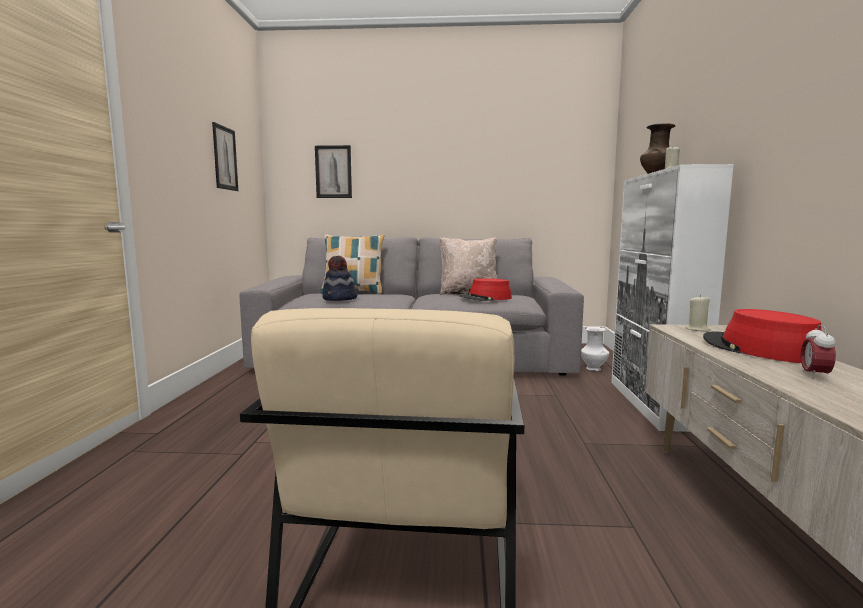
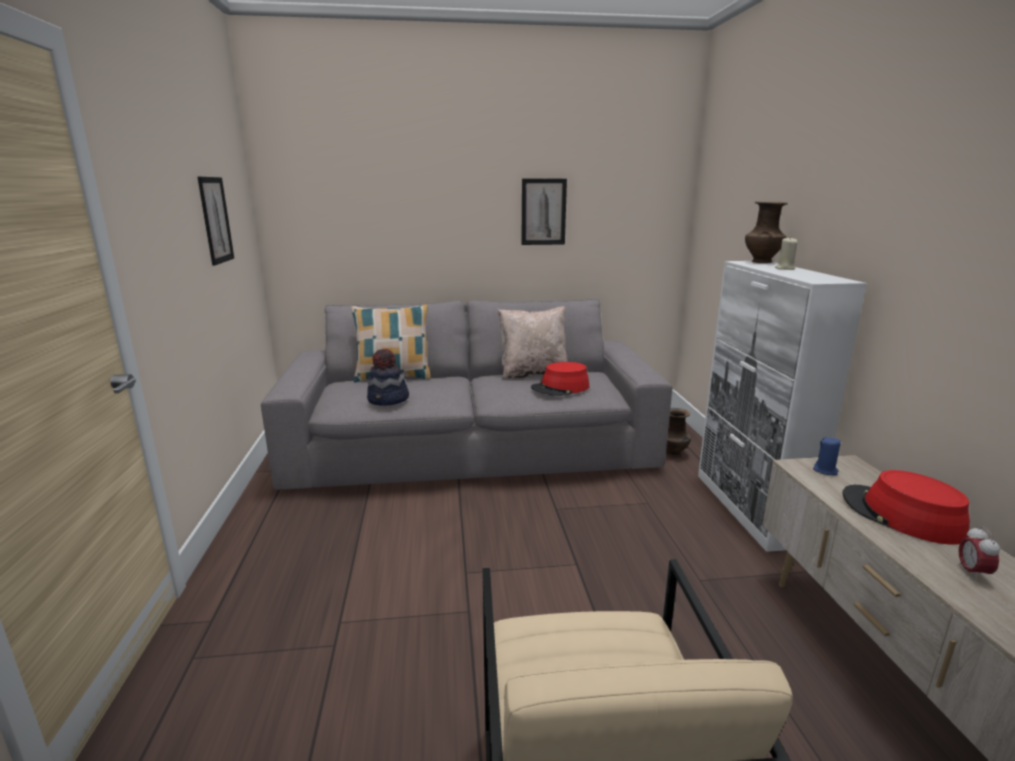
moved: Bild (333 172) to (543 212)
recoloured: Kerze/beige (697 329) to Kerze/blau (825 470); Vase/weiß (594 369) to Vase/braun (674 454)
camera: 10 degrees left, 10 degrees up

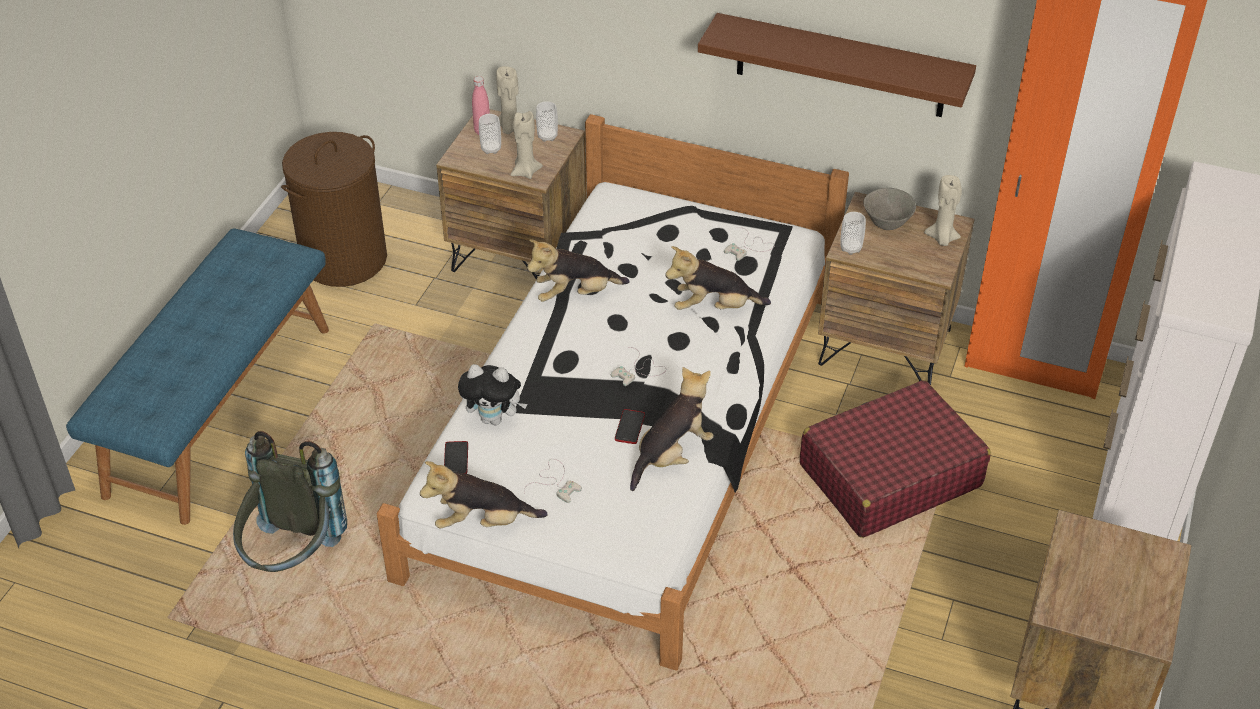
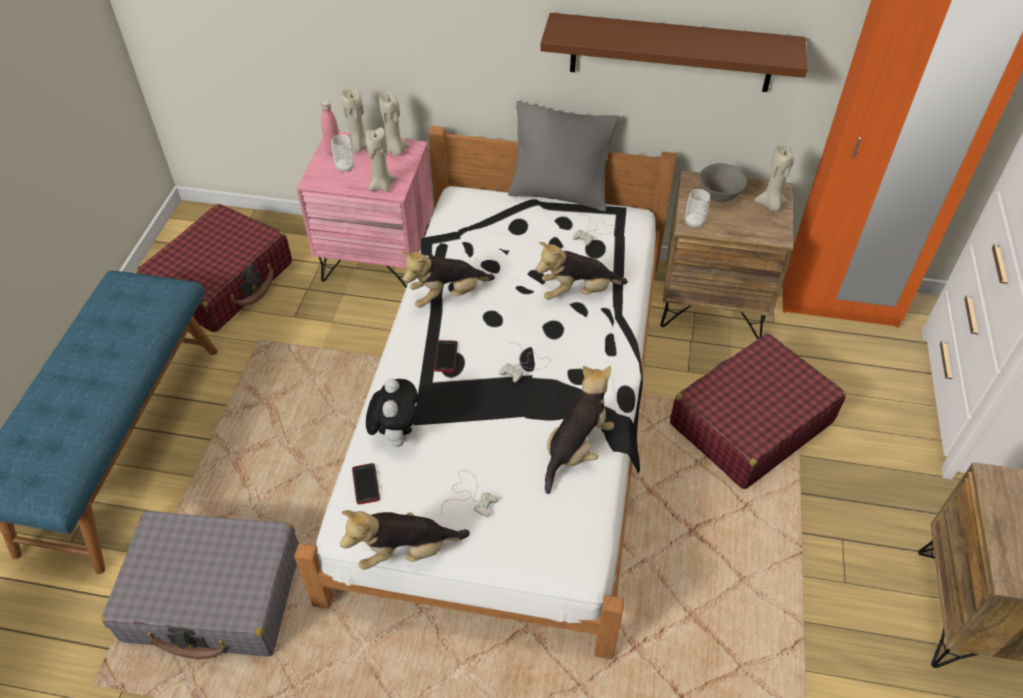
added: Kissen/grau (559 195)
moved: Handy (629 427) to (446 356)
replaced: Tasse (547 136) to Kerze/beige (394 150); Wäschekorb/braun (344 259) to Koffer/rot (222 281); Rucksack/grau (293 559) to Koffer/grau (214 595)
recoloured: Nachttisch/braun (519 255) to Nachttisch/rosa (378 259)
turned: Plüschtier (494 419) = (396 434) 90 degrees counterclockwise
camera: 10 degrees left, 5 degrees up

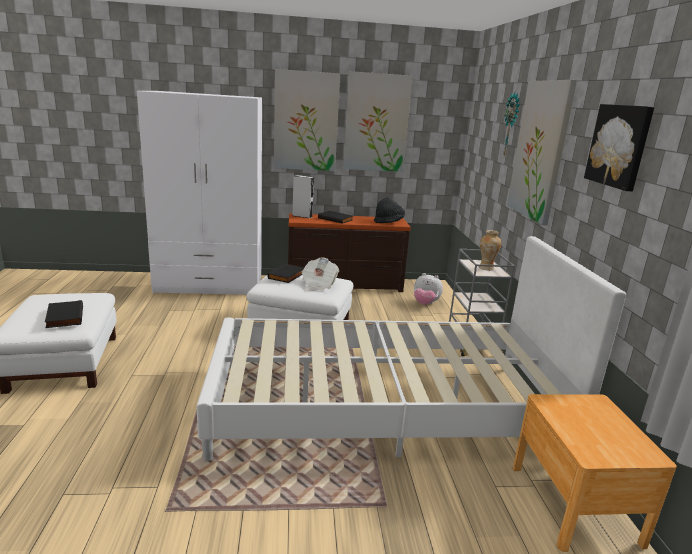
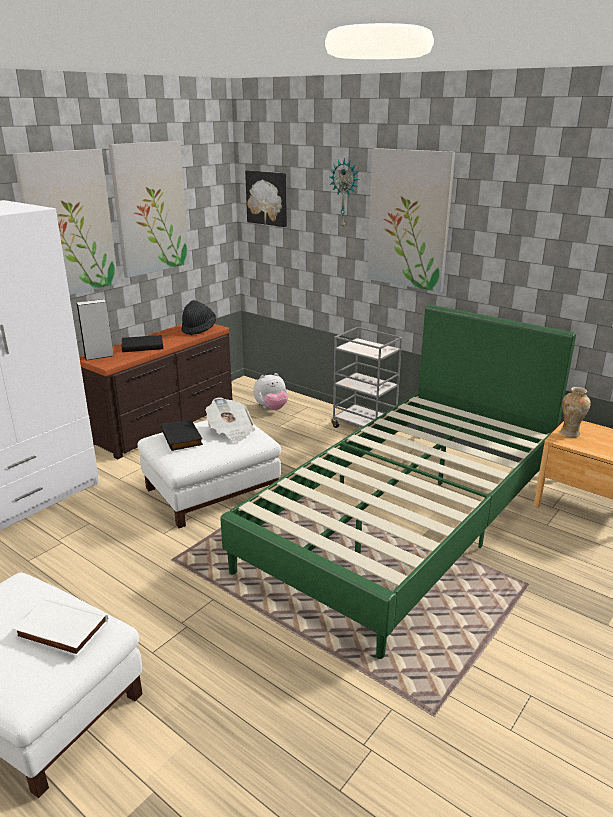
moved: Bild (619 146) to (267 198); Vase (486 268) to (570 433)
recoloured: Bett/weiß (383 407) to Bett/grün (406 519); Buch/schwarz (63 317) to Buch/weiß (60 631)
camera: 45 degrees left, 5 degrees up

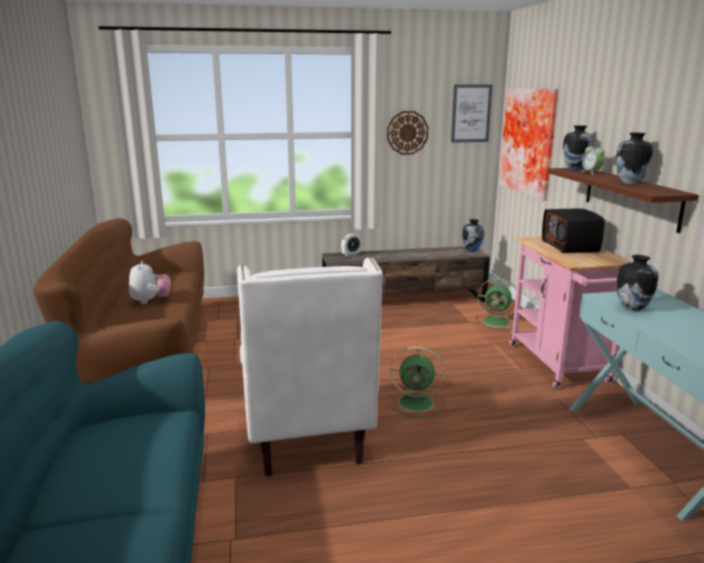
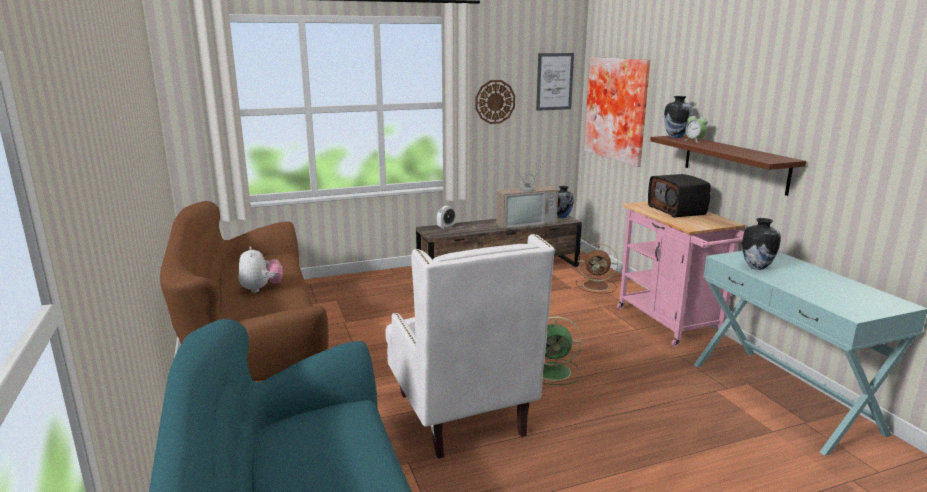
removed: Vase (629 183)
added: Fernseher (525 222)
recoloured: Ventilator/grün (497 322) to Ventilator/braun (597 286)
camera: 10 degrees left, 0 degrees up

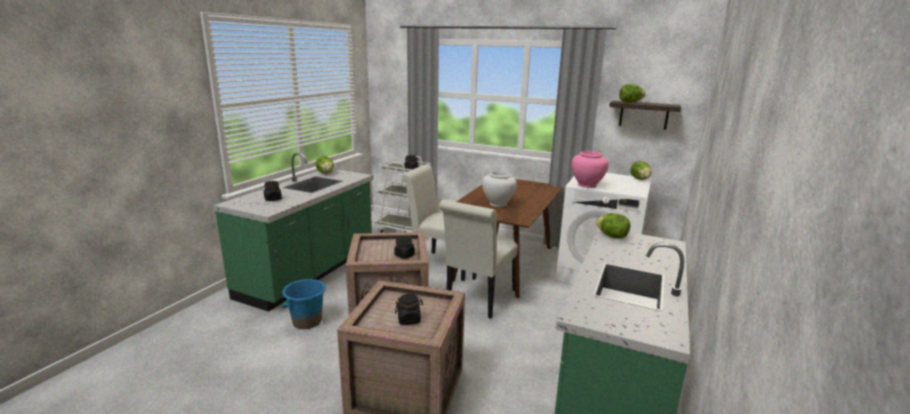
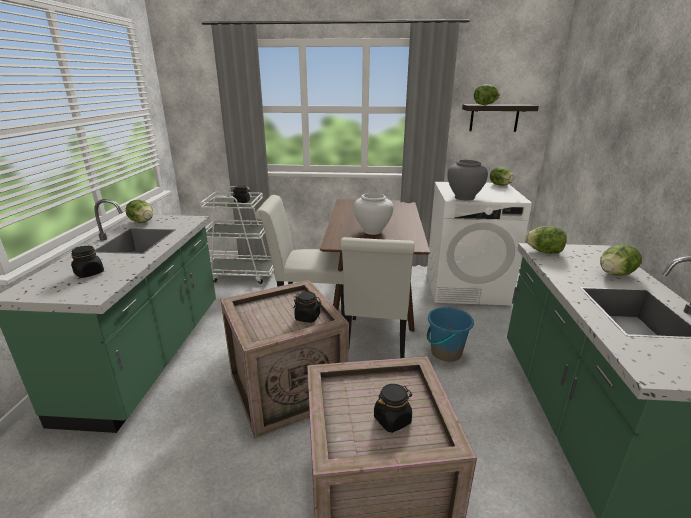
added: Salatkopf (615 274)
moved: Eimer/blau (307 321) to (446 352)
recoloured: Vase/rosa (587 185) to Vase/grau (464 197)
camera: 20 degrees left, 5 degrees up

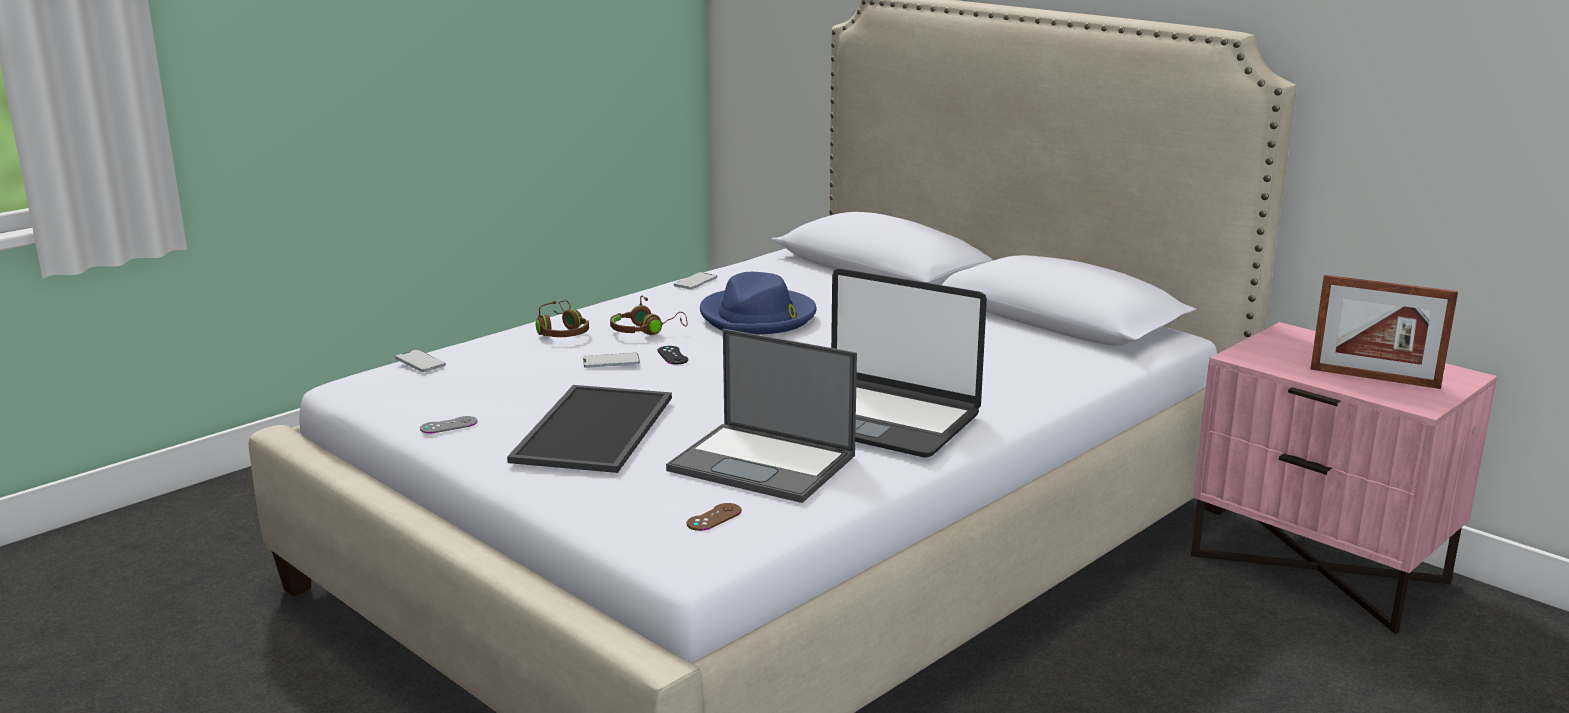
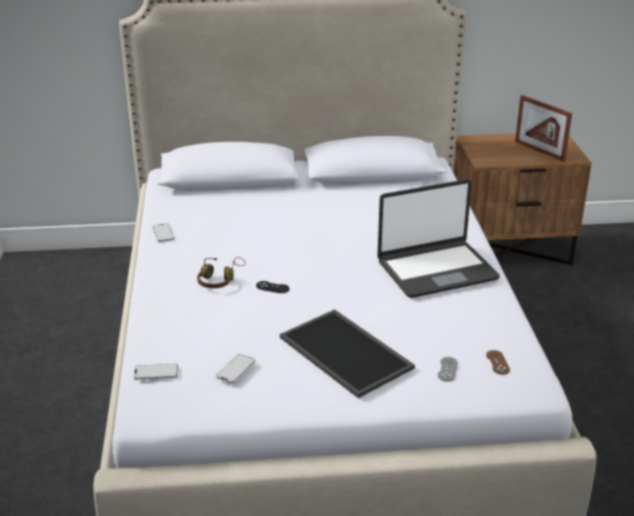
removed: Hut/blau (758 317); Kopfhörer/braun (562 332); Laptop (764 463)
moved: Handy (611 362) to (235 369); Gamepad/grau (448 425) to (447 369)
recoloured: Nachttisch/rosa (1320 568) to Nachttisch/braun (510 249)
turned: Bilderrahmen (1374 378) = (539 151) 75 degrees clockwise
camera: 50 degrees left, 10 degrees up

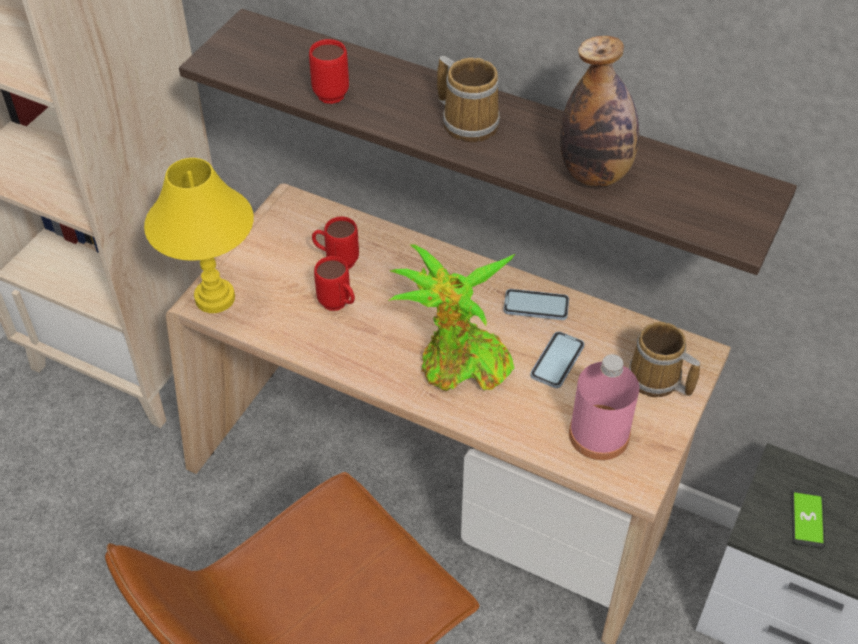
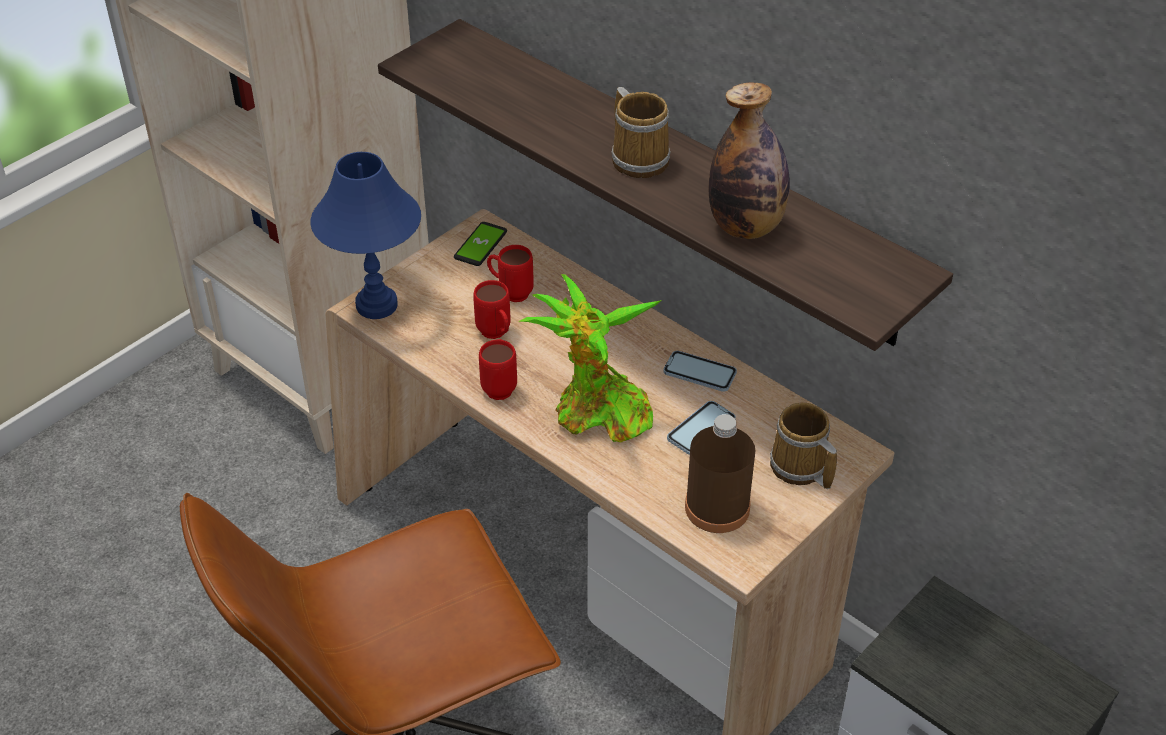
moved: Henkelbecher/rot (330 91) to (500 386); Handy (807 519) to (480 245)
recoloured: Tischlampe/gelb (214 297) to Tischlampe/blau (376 304); Flasche/rosa (599 435) to Flasche/braun (717 508)
camera: 15 degrees right, 5 degrees down

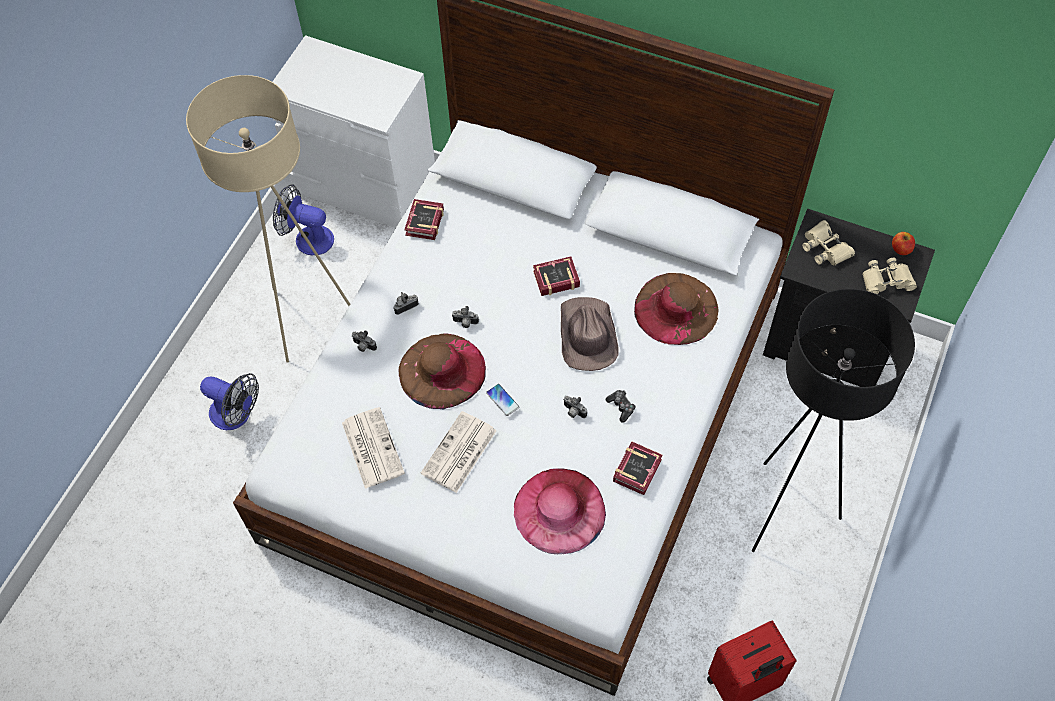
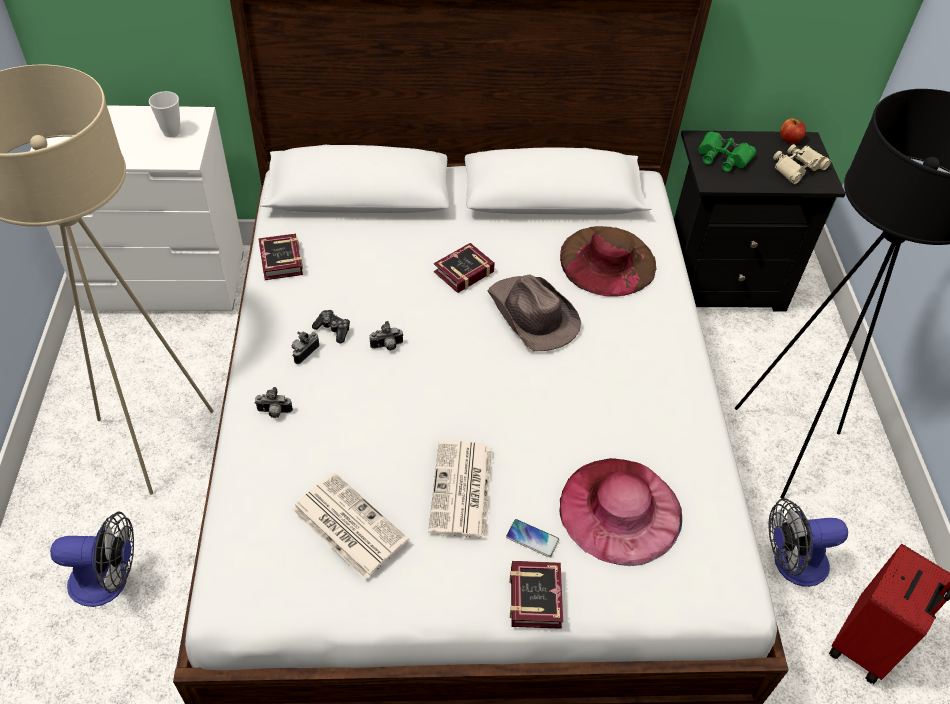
removed: Hut/braun (442 370); Kamera (573 412)
added: Tasse (171 132)
moved: Ventilator (307 238) to (791 563); Handy (502 400) to (532 538); Gamepad (621 407) to (333 329); Buch (639 469) to (537 595)
recoloured: Fernglas/beige (825 248) to Fernglas/grün (723 157)
camera: 30 degrees left, 10 degrees down

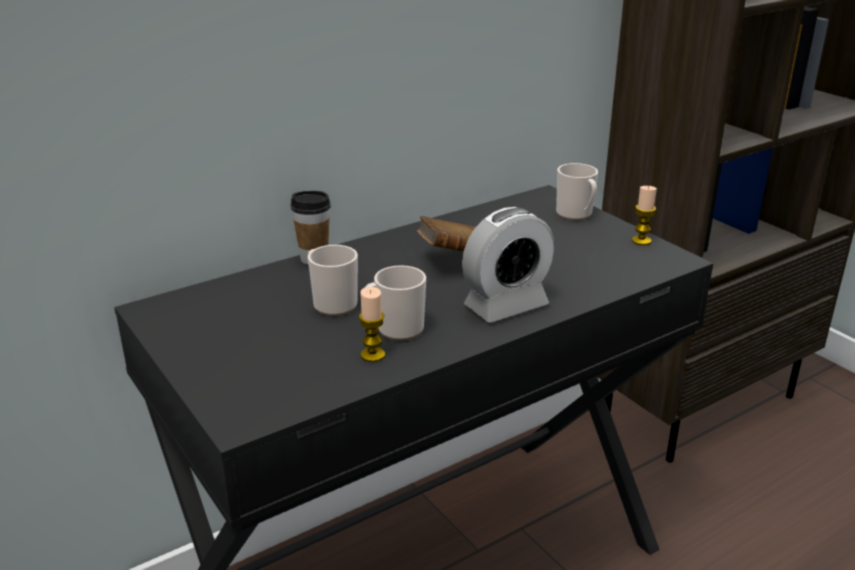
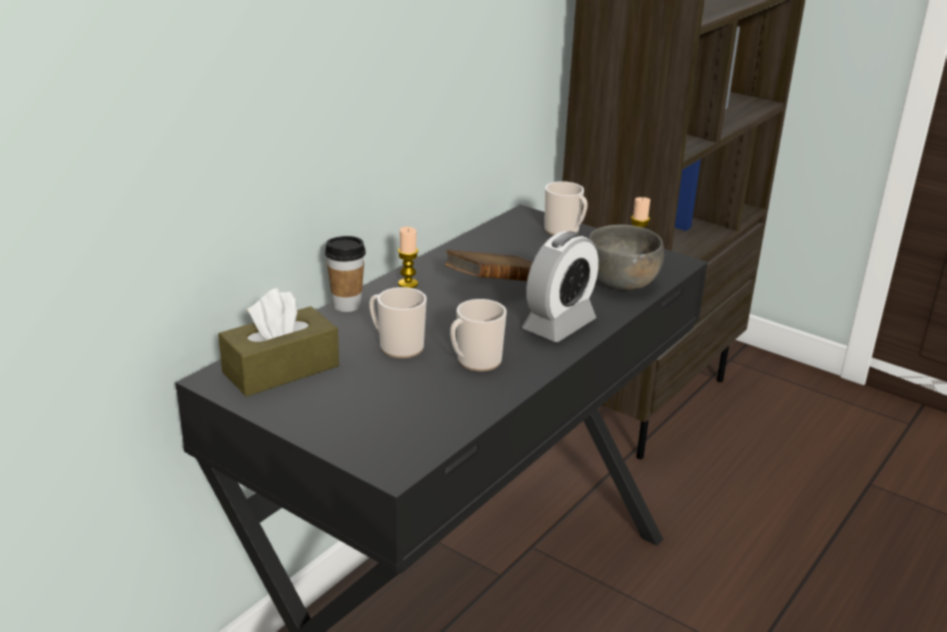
added: Schüssel/grau (622 282); Taschentuchbox/braun (281 369)
moved: Kerze (373 355) to (408 284)
camera: 20 degrees left, 0 degrees up

